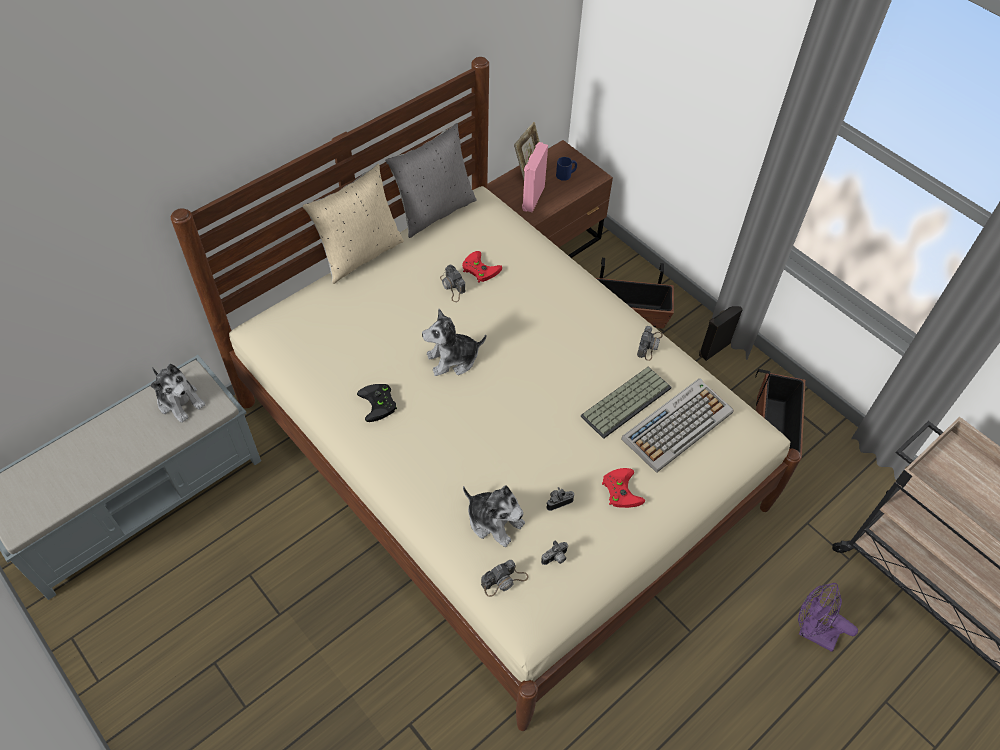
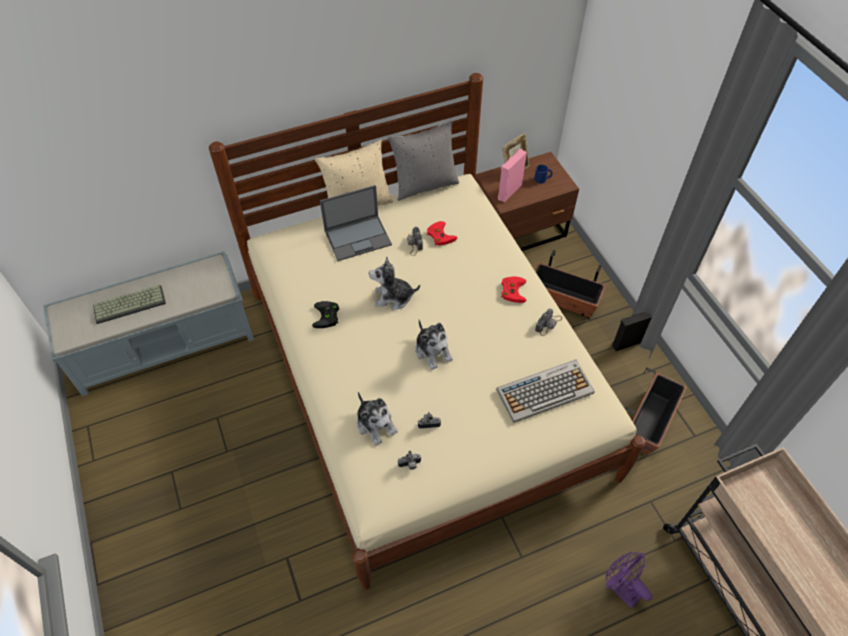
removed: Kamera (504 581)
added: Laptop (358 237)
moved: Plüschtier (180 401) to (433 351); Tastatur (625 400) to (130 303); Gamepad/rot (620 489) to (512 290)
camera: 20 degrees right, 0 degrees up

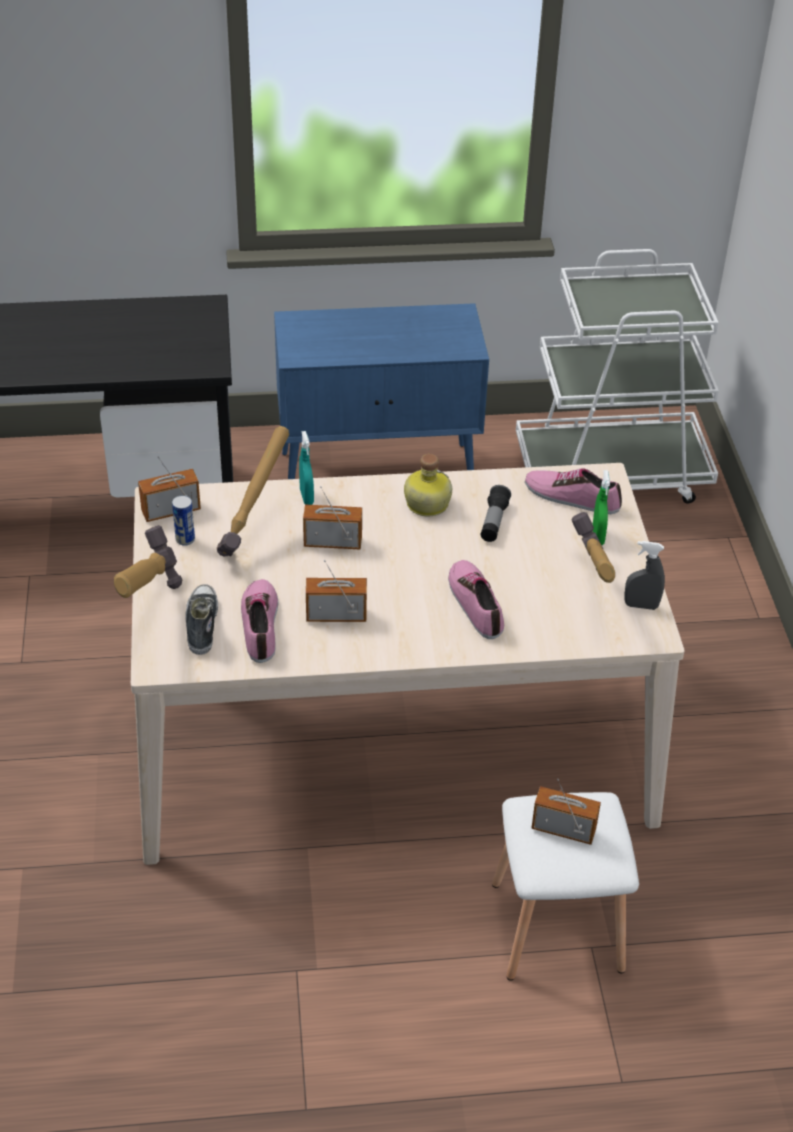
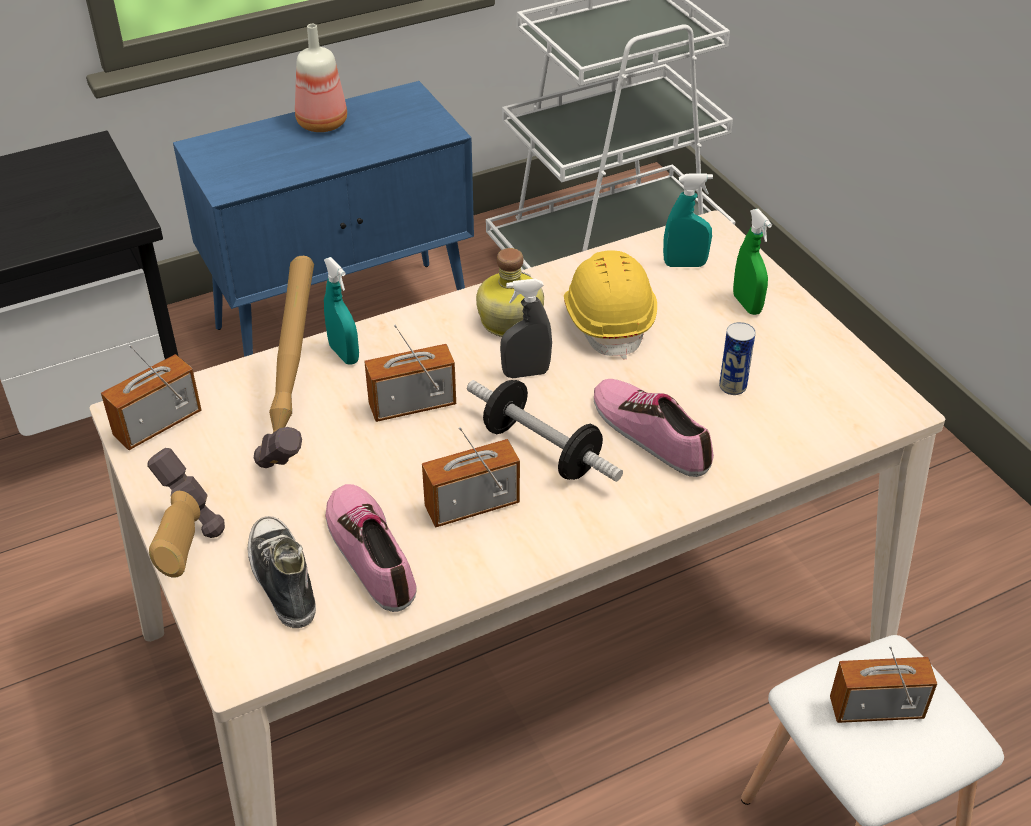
removed: Hammer (586 595)
added: Flasche (320 124); Hantel (541 450)
moved: Dose (185 539) to (732 386); Sprühflasche/grau (641 605) to (525 373)
replaced: Schuh (572 496) to Sprühflasche/türkis (684 264); Taschenlampe (493 522) to Schutzhelm/gelb (608 321)
camera: 20 degrees left, 0 degrees up

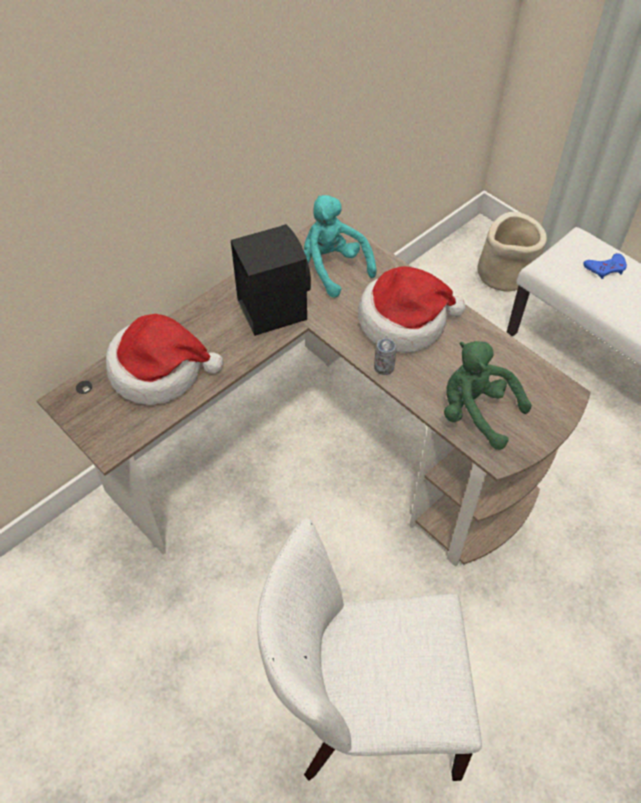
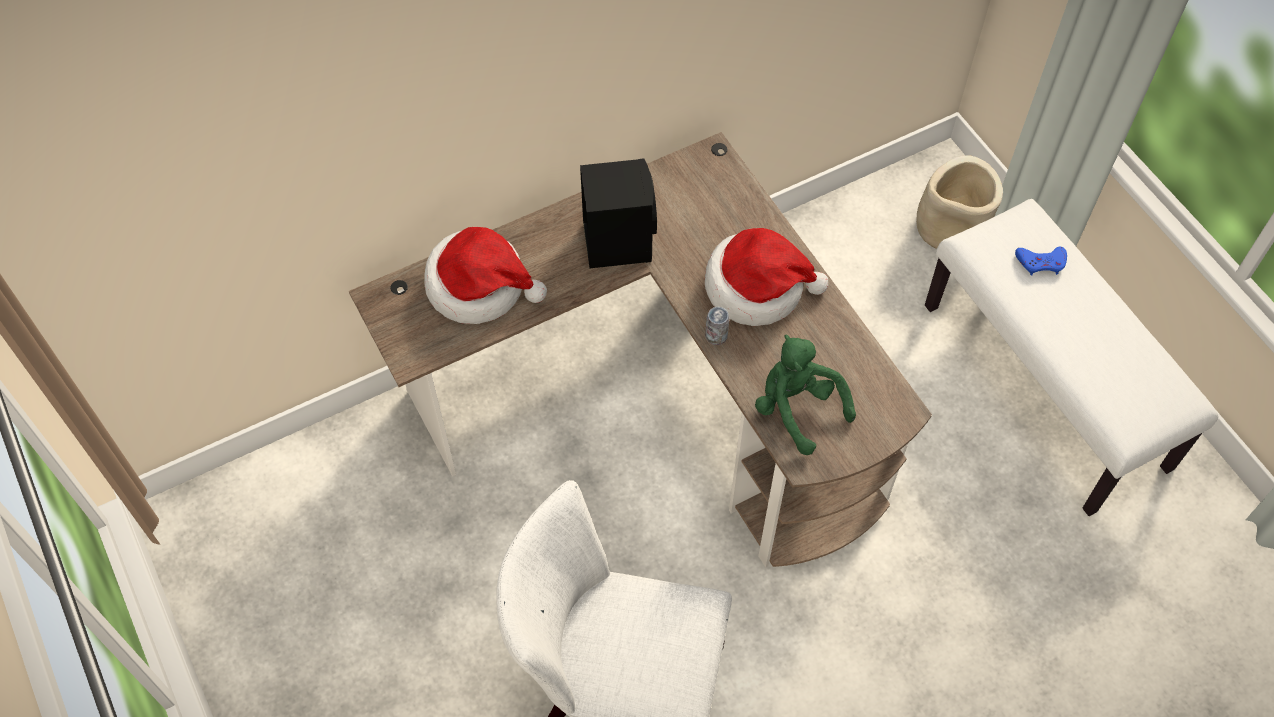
removed: Plüschtier/türkis (331 268)
camera: 15 degrees right, 5 degrees up

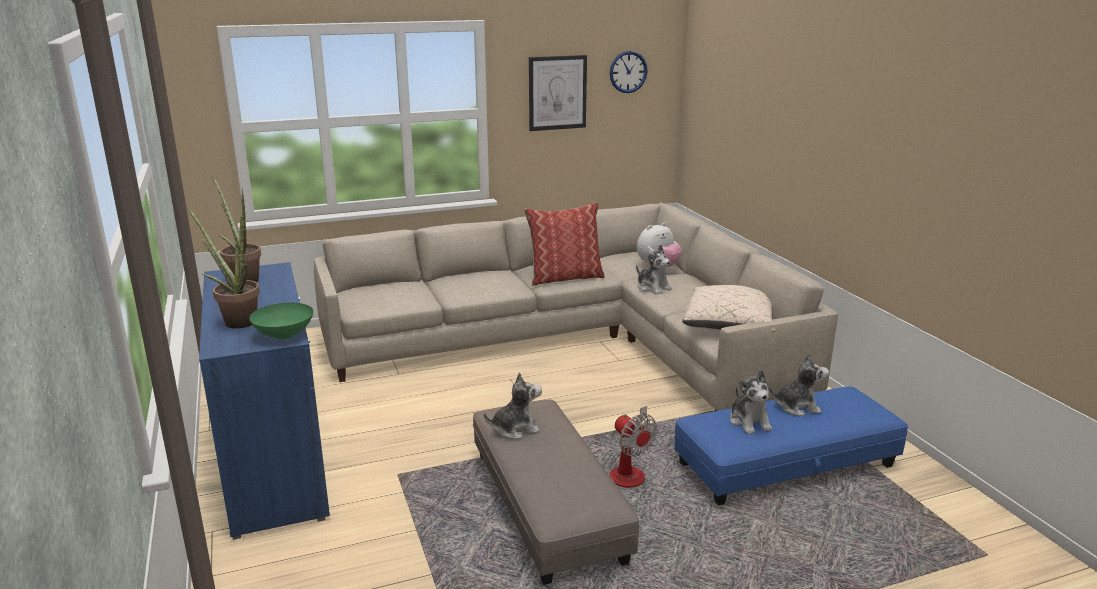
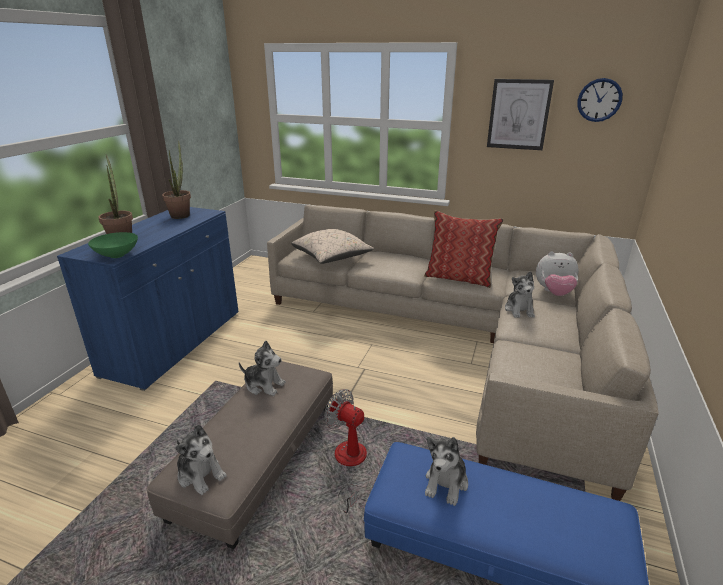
moved: Kissen/beige (730 325) to (332 257); Plüschtier (797 407) to (200 474)
turned: Ventilator (630 470) = (350 464) 120 degrees clockwise
camera: 40 degrees right, 5 degrees up

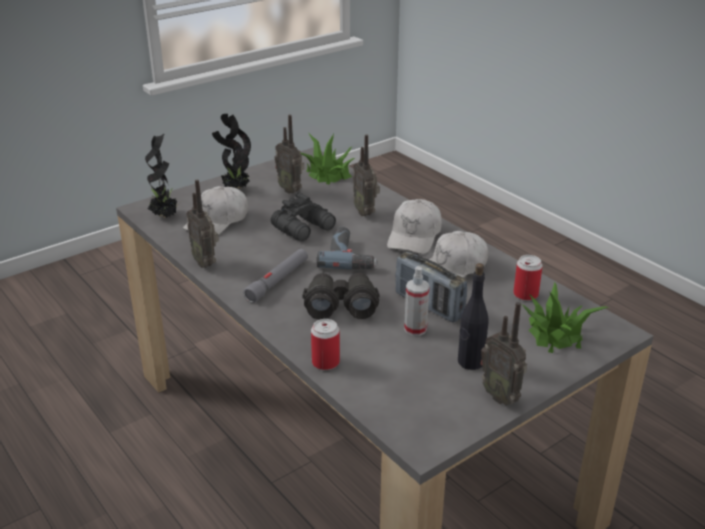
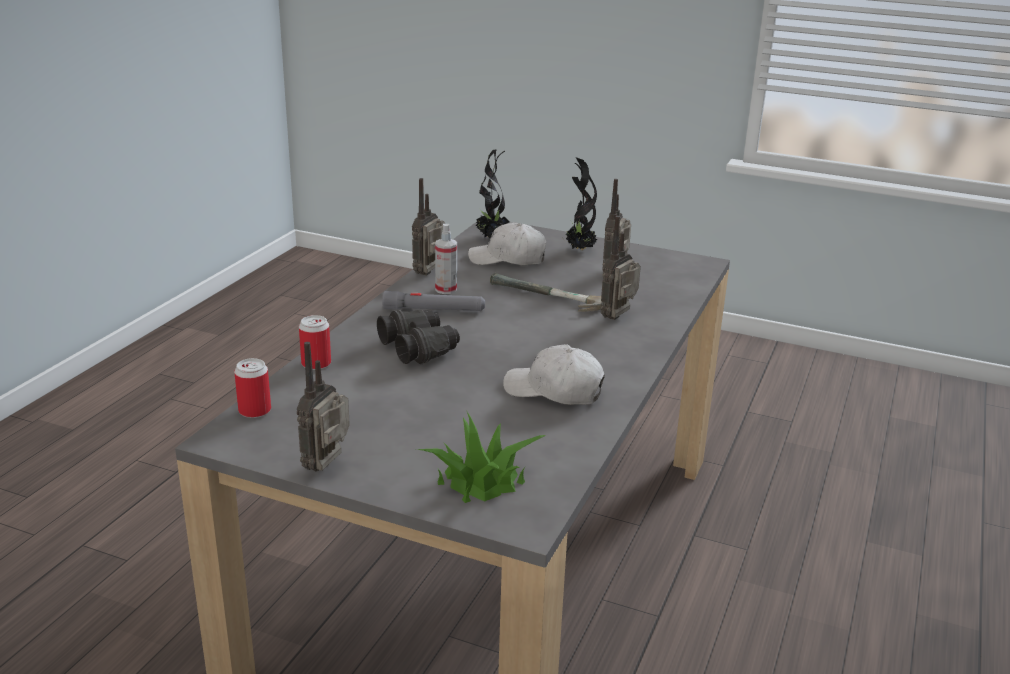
removed: Topfpflanze (328 173); Kappe/weiß (414 236); Bohrmaschine (350 256); Radio (428 305); Flasche/schwarz (470 362)
moved: Dose (525 294) to (255 411); Sprühflasche (415 329) to (446 289)
replaced: Fernglas/schwarz (305 228) to Hammer (545 298)
camera: 60 degrees right, 5 degrees down

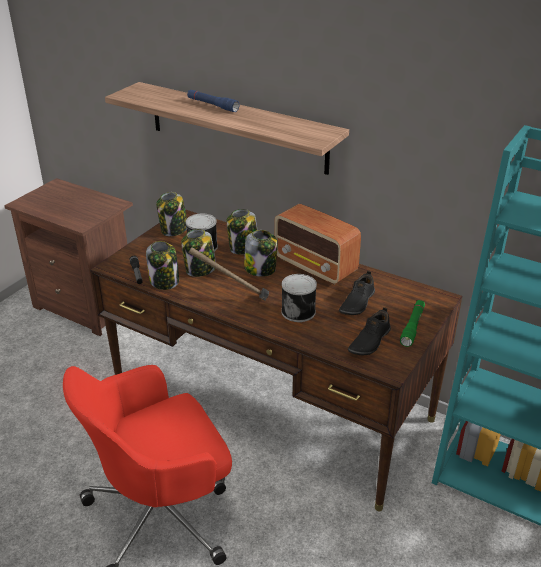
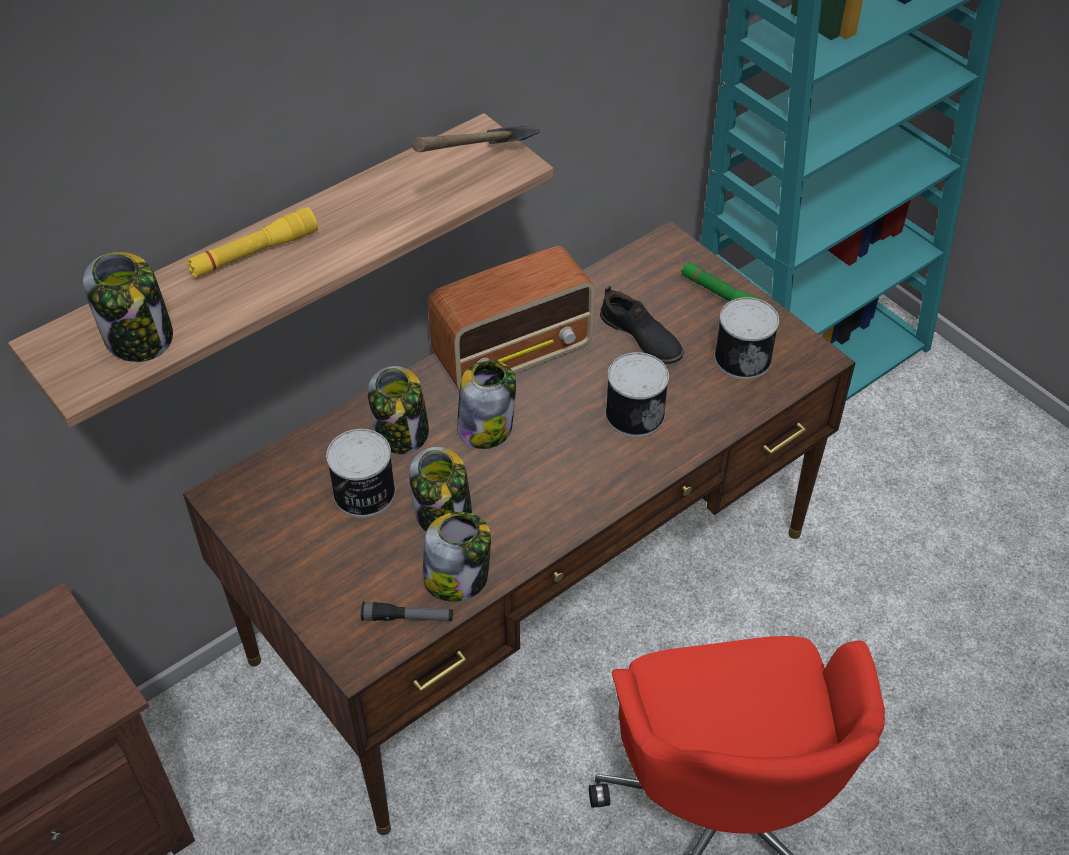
moved: Vorratsglas (174 230) to (139 338); Hammer (233 298) to (478 181)
replaced: Schuh/schwarz (369 341) to Dose (742 357)
recoloured: Taschenlampe/blau (212 105) to Taschenlampe/gelb (254 253)
camera: 70 degrees left, 15 degrees up

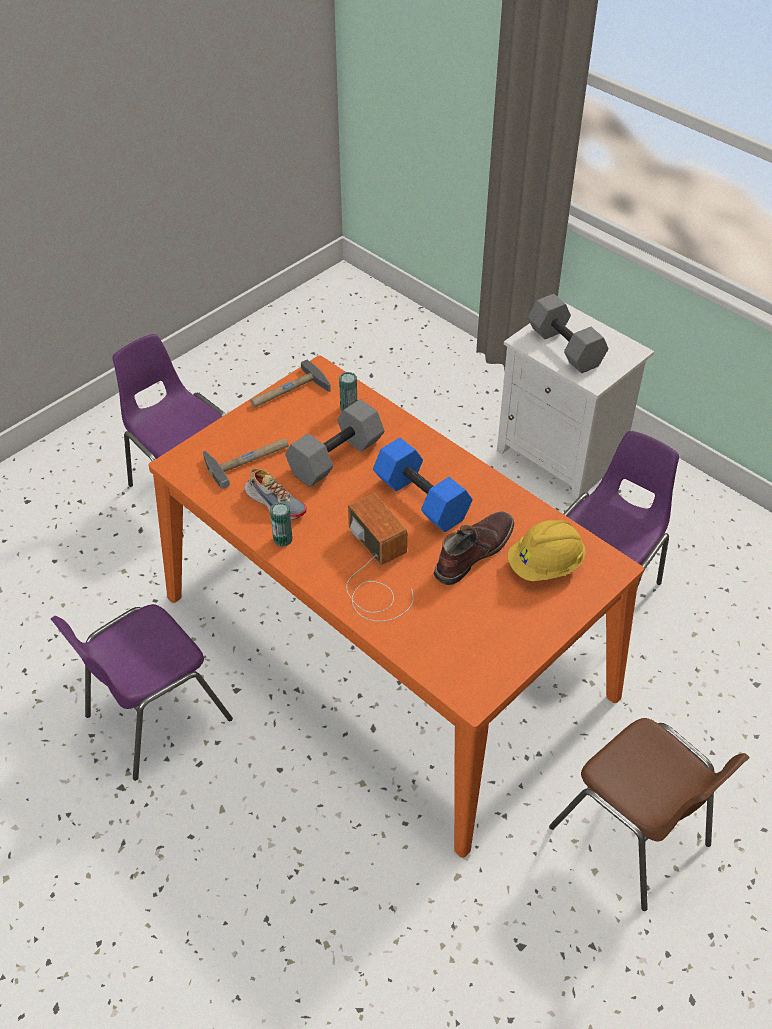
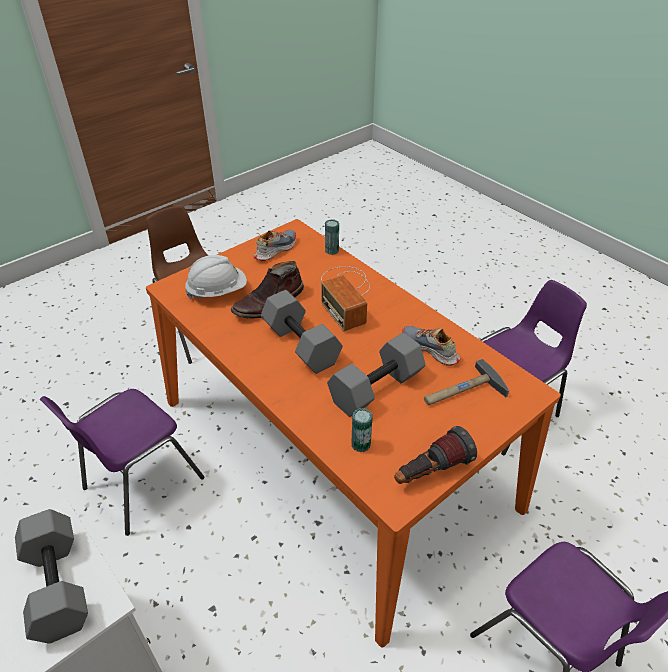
added: Schuh (275 249)
moved: Dose (282 539) to (332 250)
replaced: Hammer (288 392) to Taschenlampe (430 471)
recoloured: Hantel/blau (419 499) to Hantel/grau (302 344); Schutzhelm/gelb (545 565) to Schutzhelm/weiß (217 291)
camera: 175 degrees left, 5 degrees down

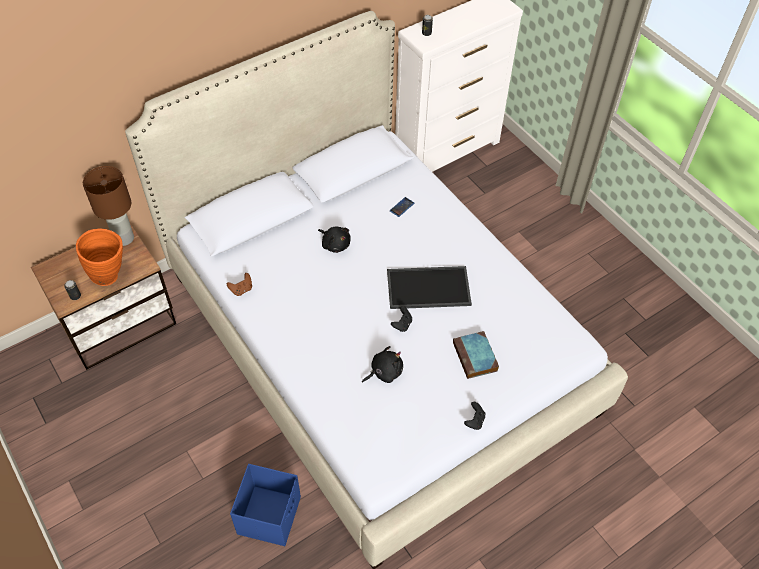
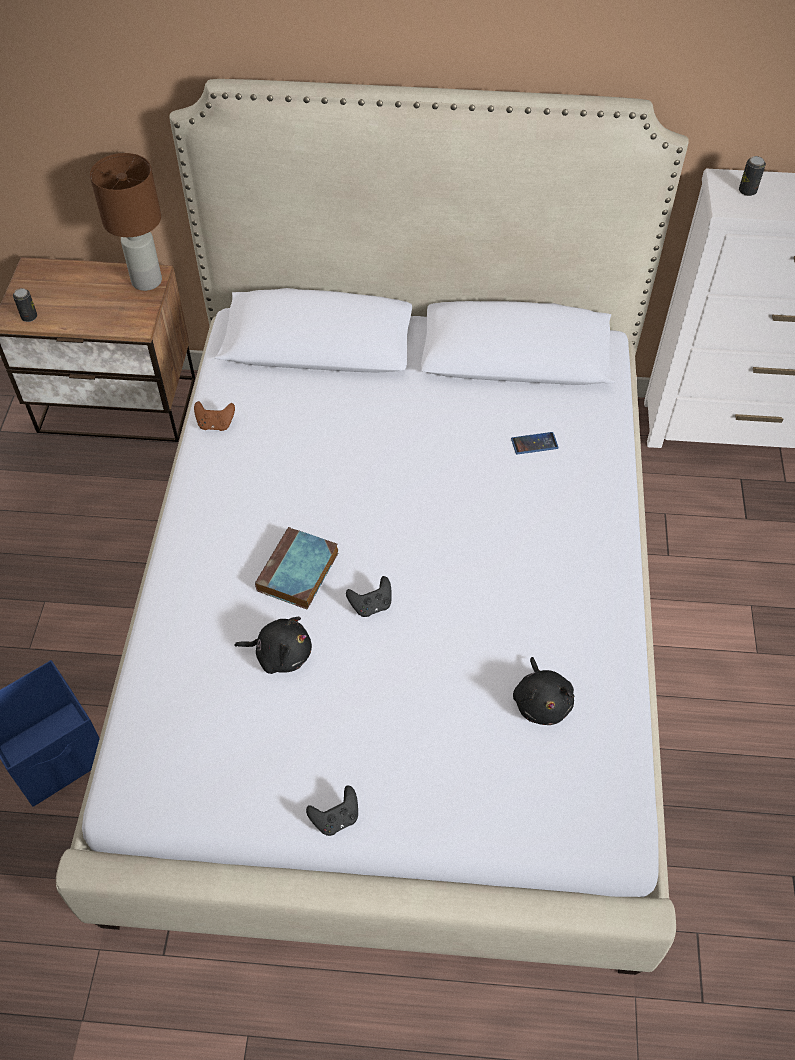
removed: Vase/orange (111 276); Tablett (427 289)
moved: Plüschtier/schwarz (335 244) to (542 702); Buch (475 358) to (298 573)
camera: 40 degrees right, 0 degrees up

